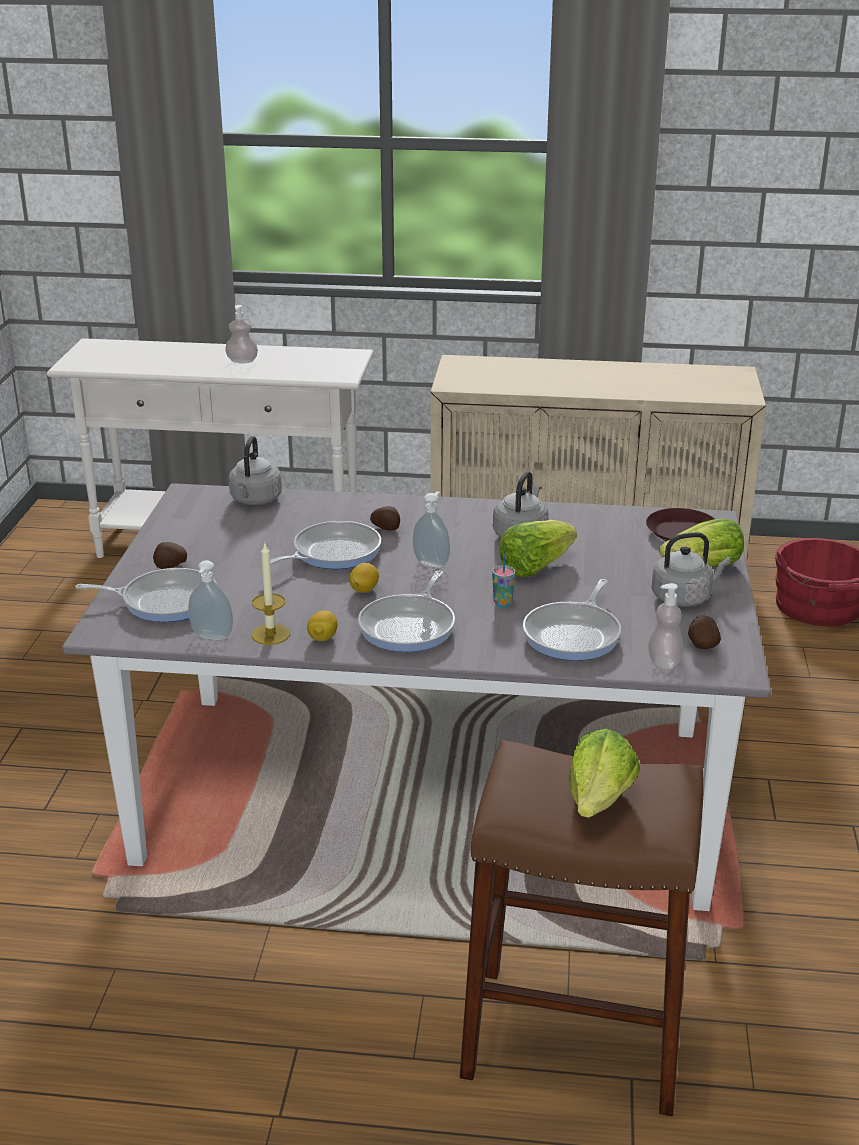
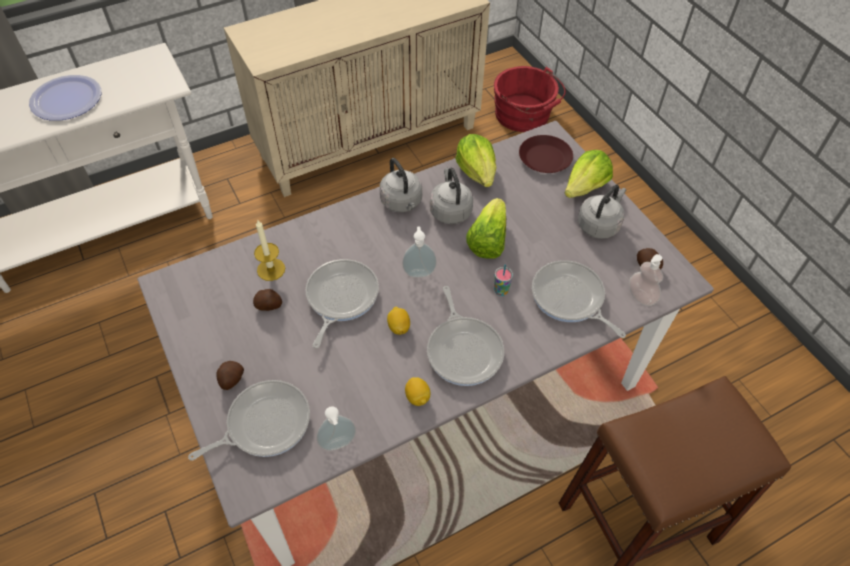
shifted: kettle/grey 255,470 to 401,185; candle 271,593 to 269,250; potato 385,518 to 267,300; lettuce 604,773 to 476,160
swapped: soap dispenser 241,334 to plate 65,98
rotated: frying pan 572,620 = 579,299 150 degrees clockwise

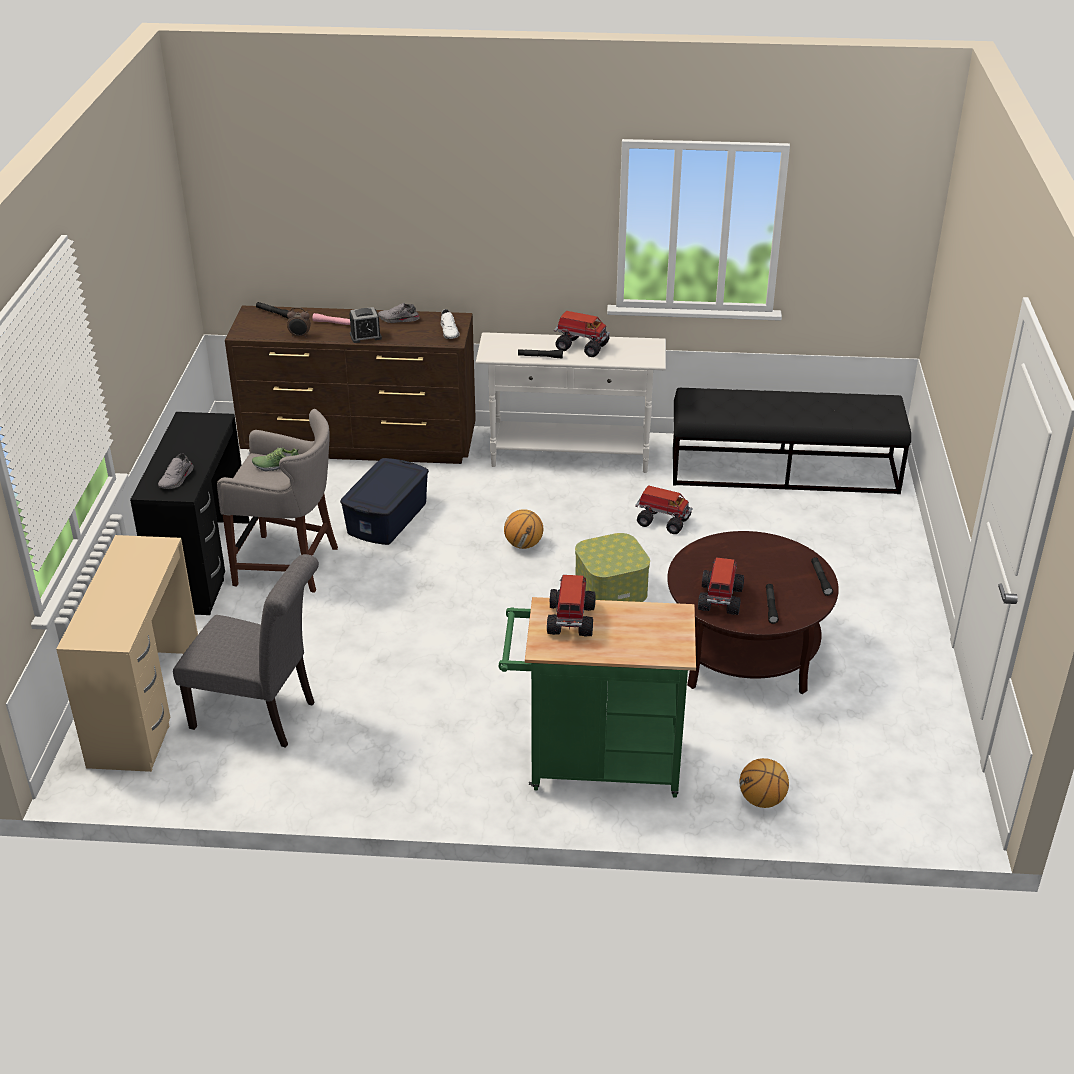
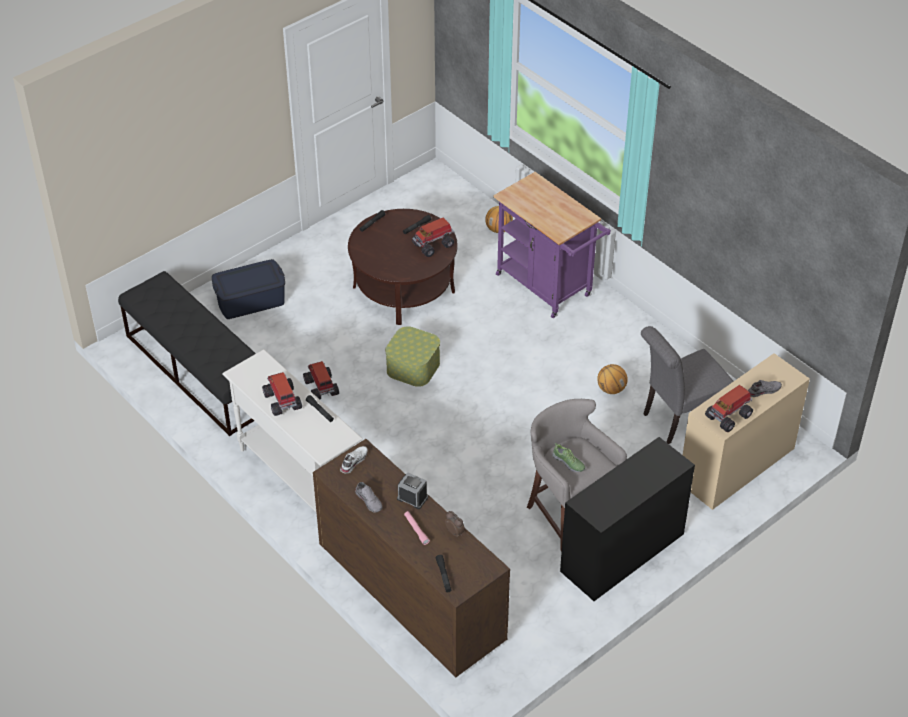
shifted: shoe/grey 175,471 to 765,388; storage box/blue 384,501 to 248,289; basketball 523,529 to 612,379; toy truck 571,606 to 729,408
repainted: cart/green 597,697 to cart/purple 552,245
rotated: chair/grey 246,651 = 687,385 90 degrees counterclockwise

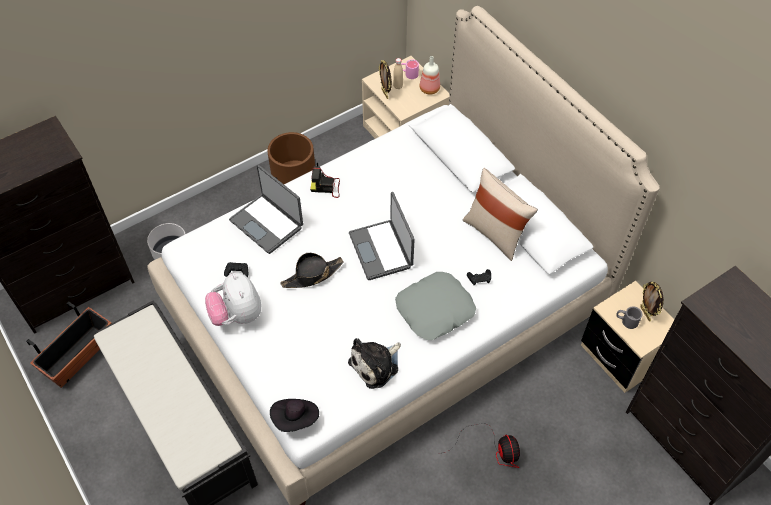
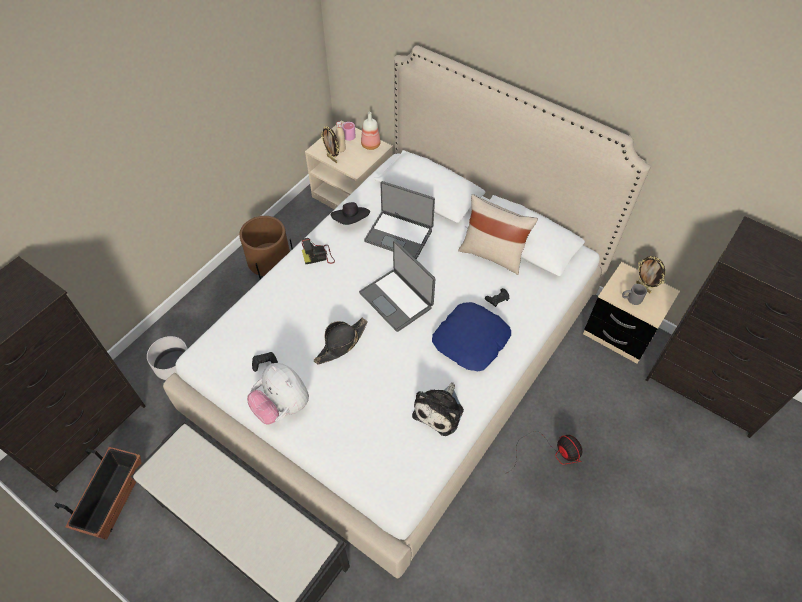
shifted: laptop 266,209 to 399,220; hat/black 294,415 to 350,213
repainted: pillow/grey 435,306 to pillow/blue 471,336

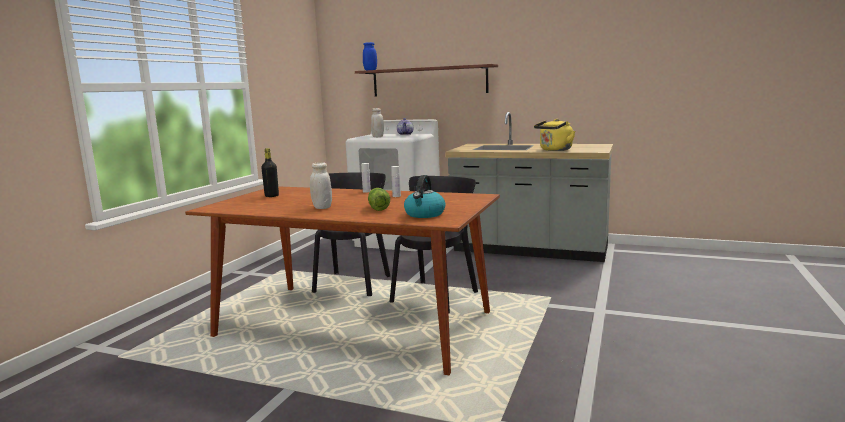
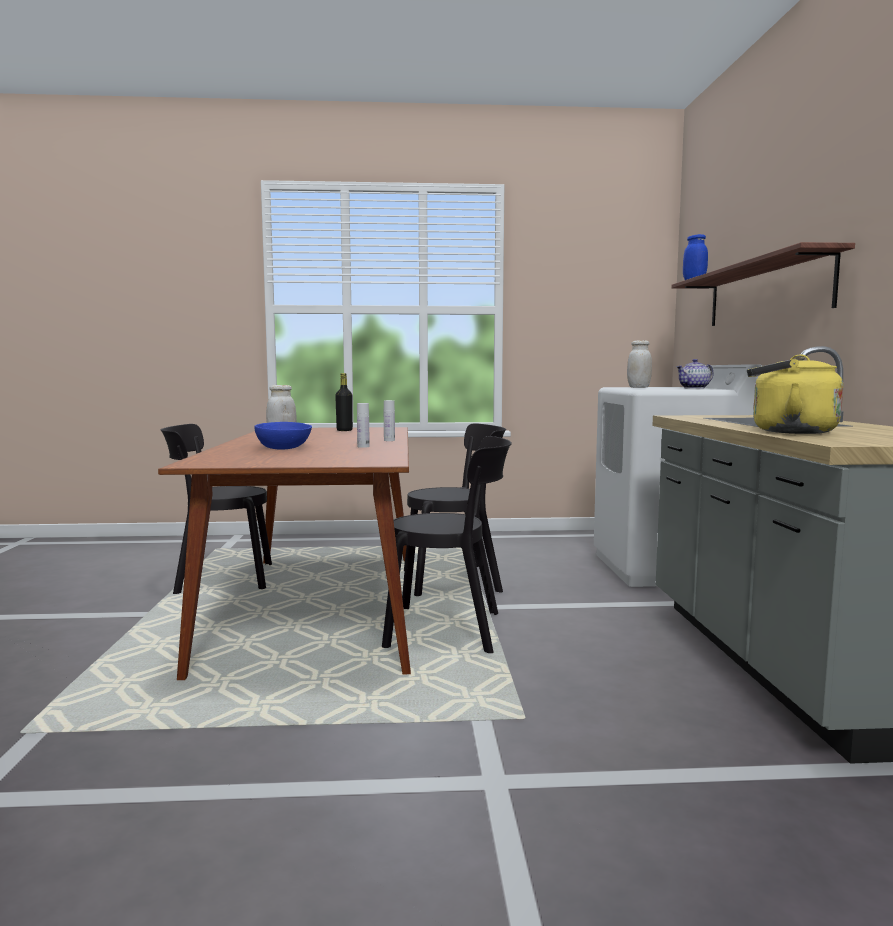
gone: kettle 424,196
new: chair/black 216,509
swapped: lettuce 379,199 to bowl/blue 283,435

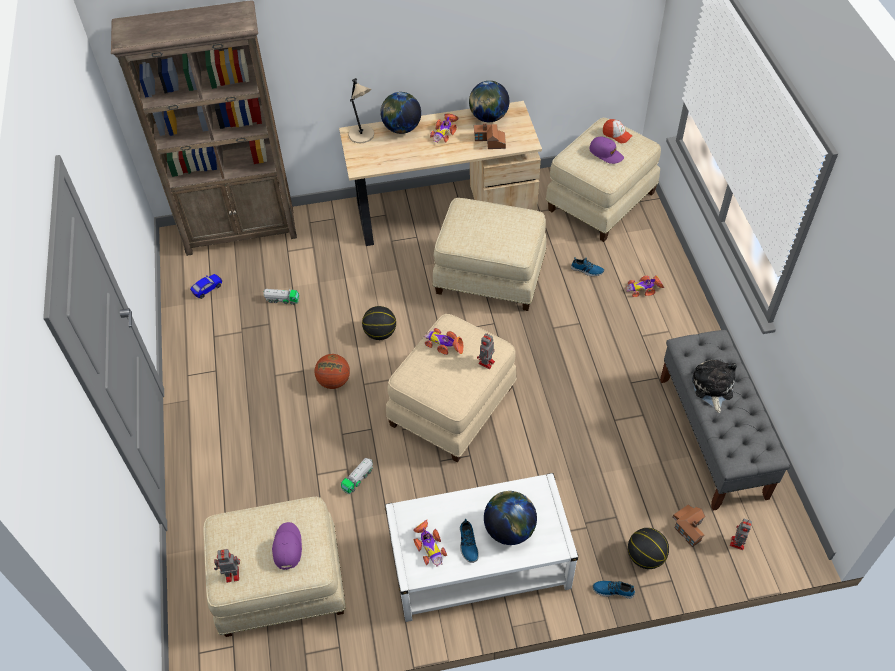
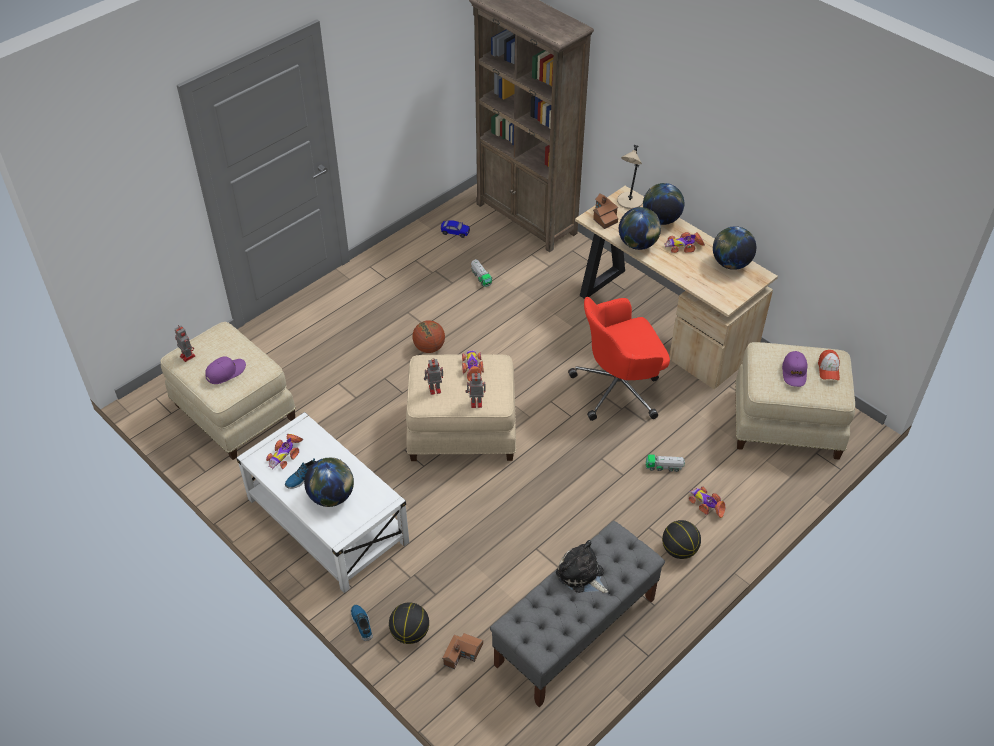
gone: shoe 587,266
new: globe 640,228
shifted: toy truck 357,476 to 665,463; basketball 379,323 to 681,539; toy house 490,136 to 606,211; toy robot 741,534 to 433,376
swapped: ottoman/beige 489,254 to office chair/red 619,359
rotated: plush toy 714,386 = 582,566 105 degrees counterclockwise

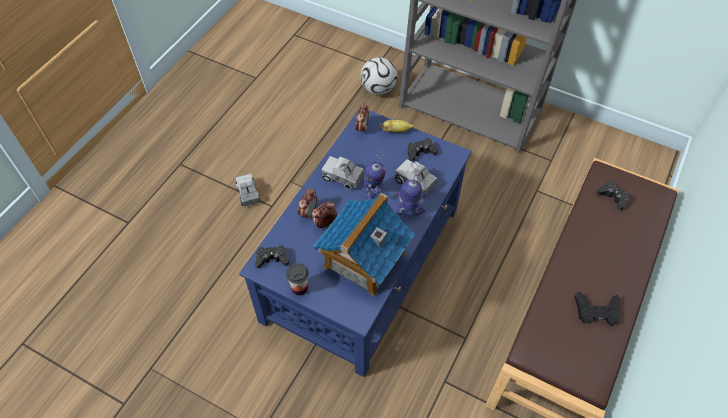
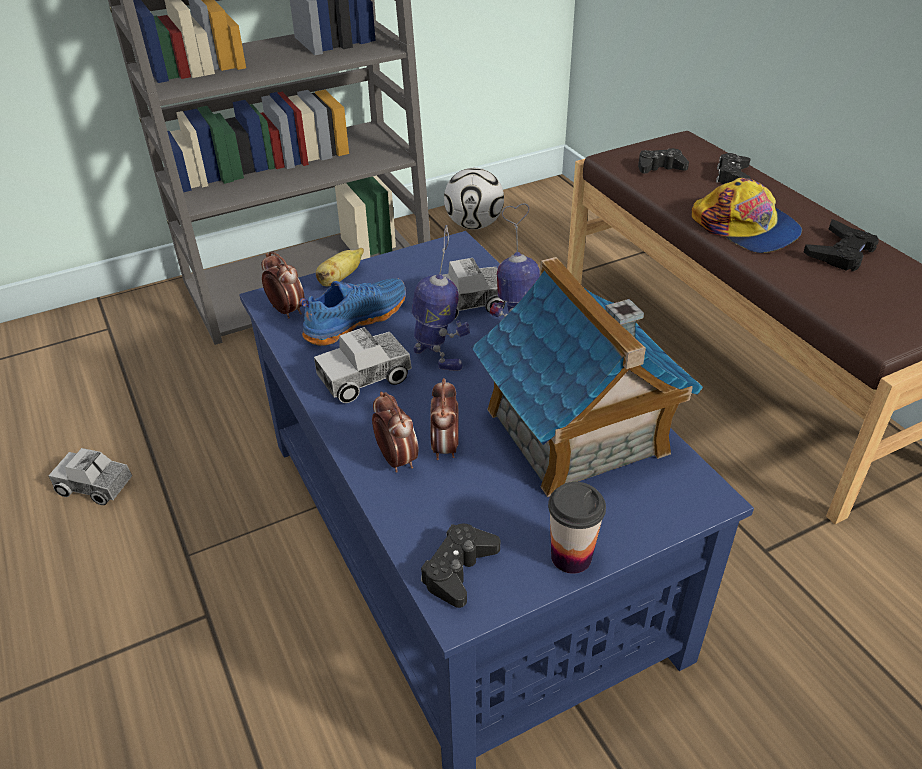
new: shoe/blue 352,312; cap 747,215
shifted: toy truck 248,190 to 90,476; football 378,76 to 474,198; game controller/black 423,149 to 733,168

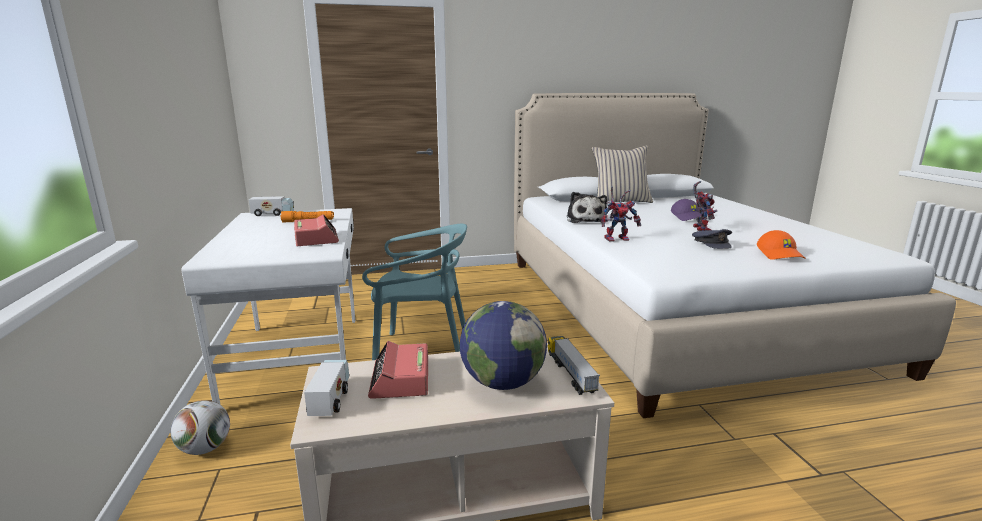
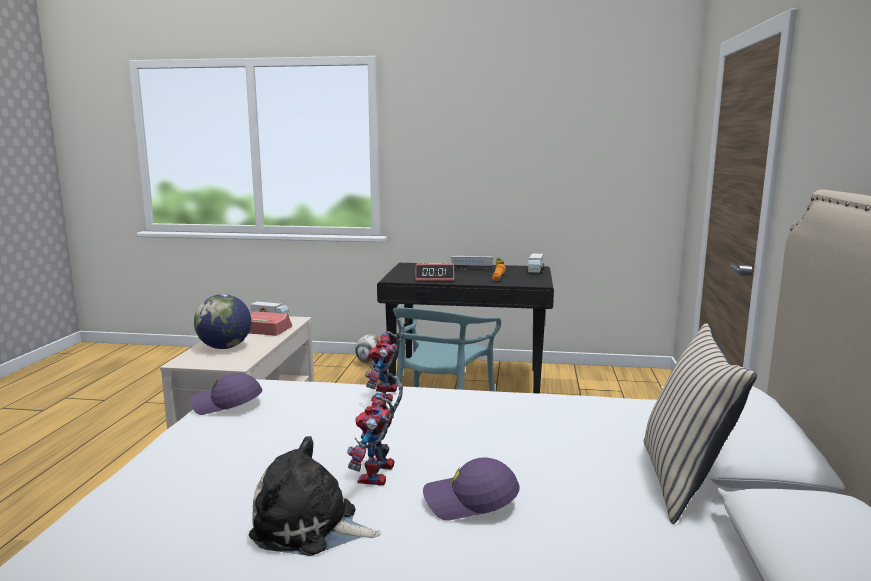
gone: cap/grey 712,239; cap/orange 781,245
new: cap/purple 226,394
shifted: toy truck 573,365 to 477,263; plush toy 587,207 to 315,496
repainted: desk/white 268,306 to desk/black 465,328
rotated: toy robot 705,206 = 375,431 75 degrees clockwise

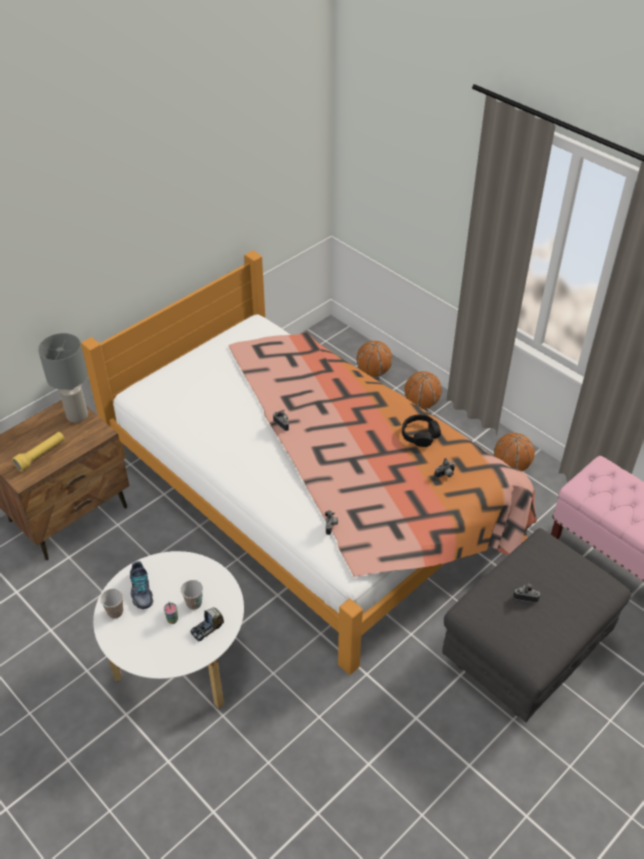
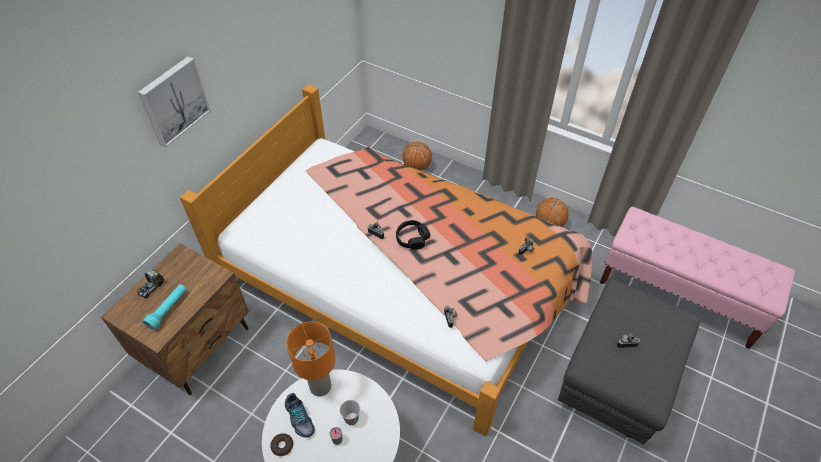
gone: table lamp/grey 63,378; basketball 423,390
new: picture 174,102; table lamp/orange 310,359
shifted: toy truck 207,624 to 150,284; headphones/black 421,430 to 413,235
swapped: cup 111,603 to donut 281,444
repainted: flashlight/yellow 38,452 to flashlight/turquoise 164,307

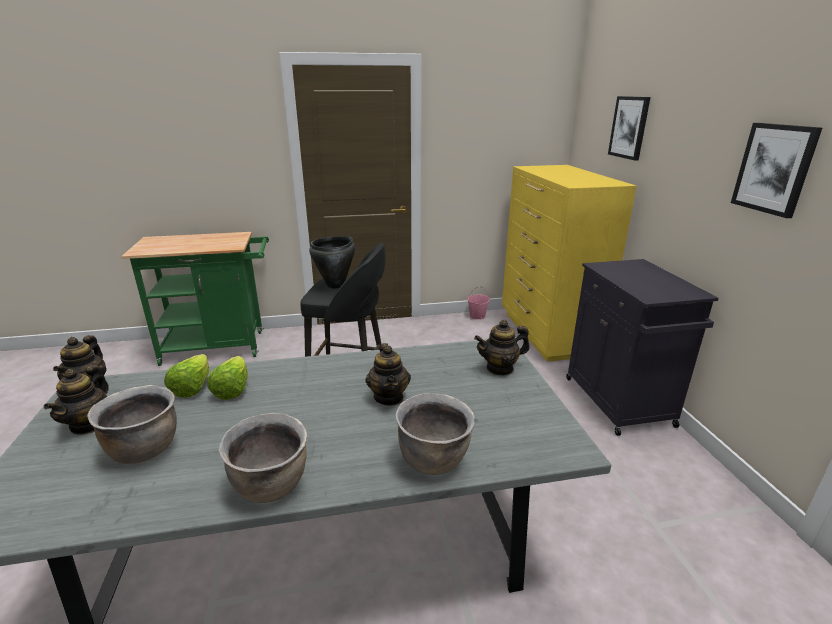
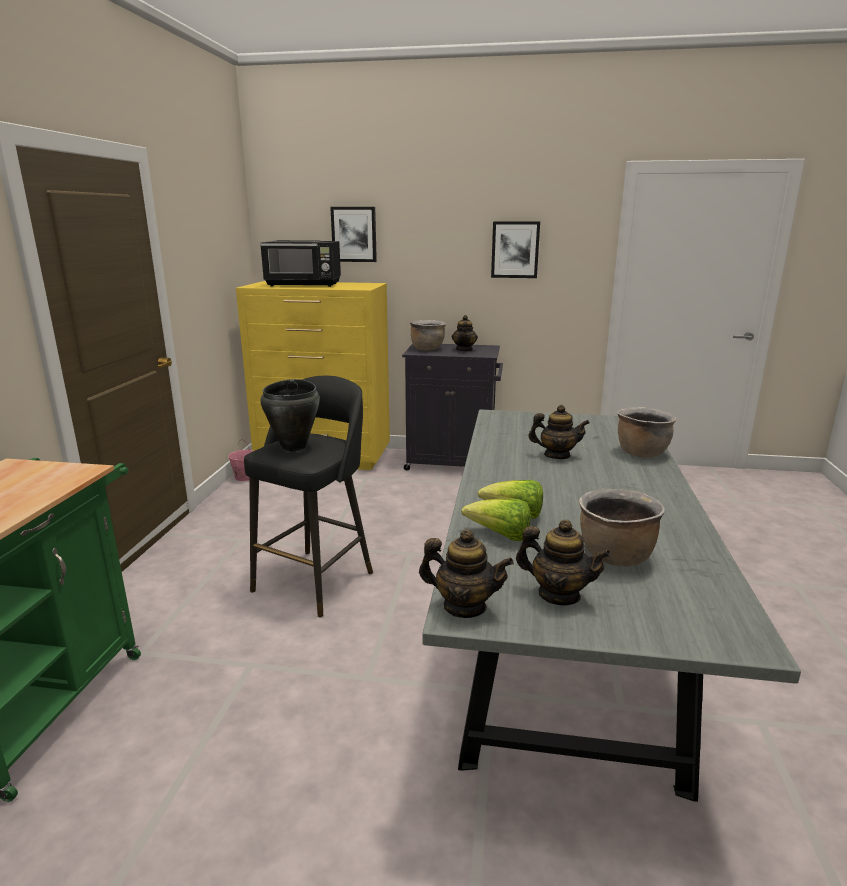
new: microwave/black 300,263
shifted: cooking pot/brown 262,458 to 428,335; teapot 502,348 to 465,333

